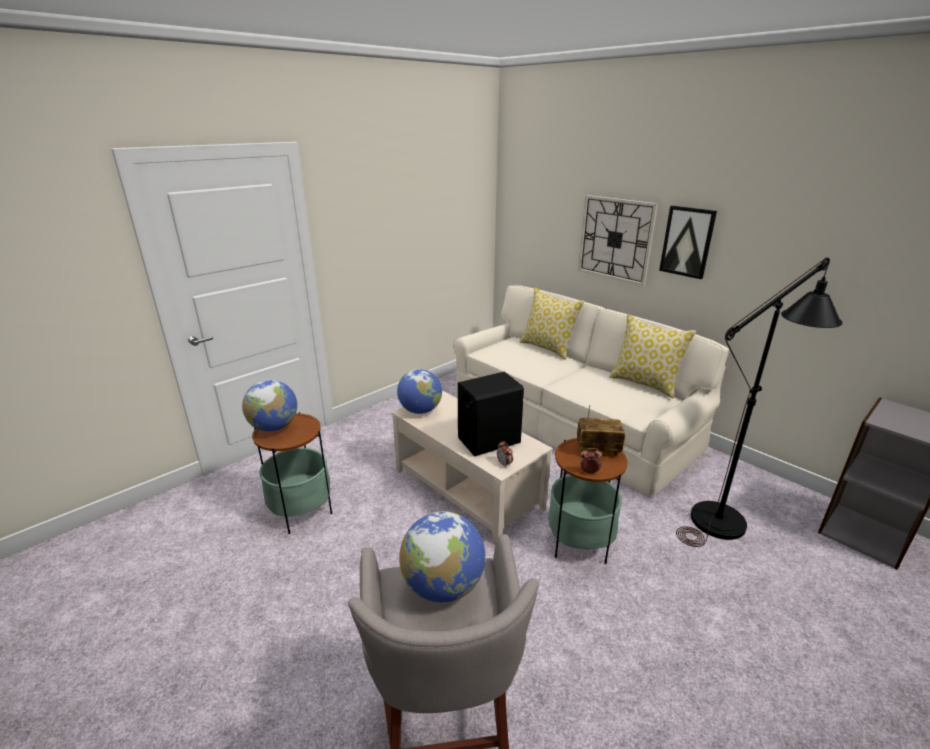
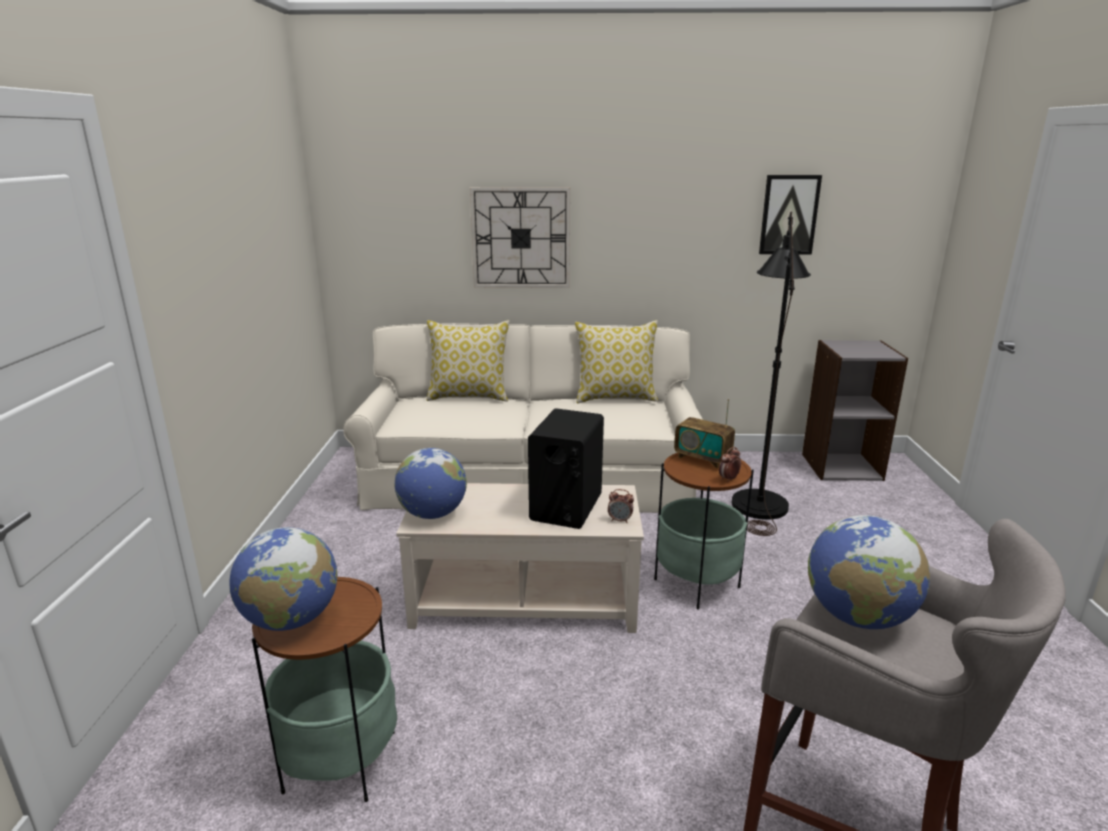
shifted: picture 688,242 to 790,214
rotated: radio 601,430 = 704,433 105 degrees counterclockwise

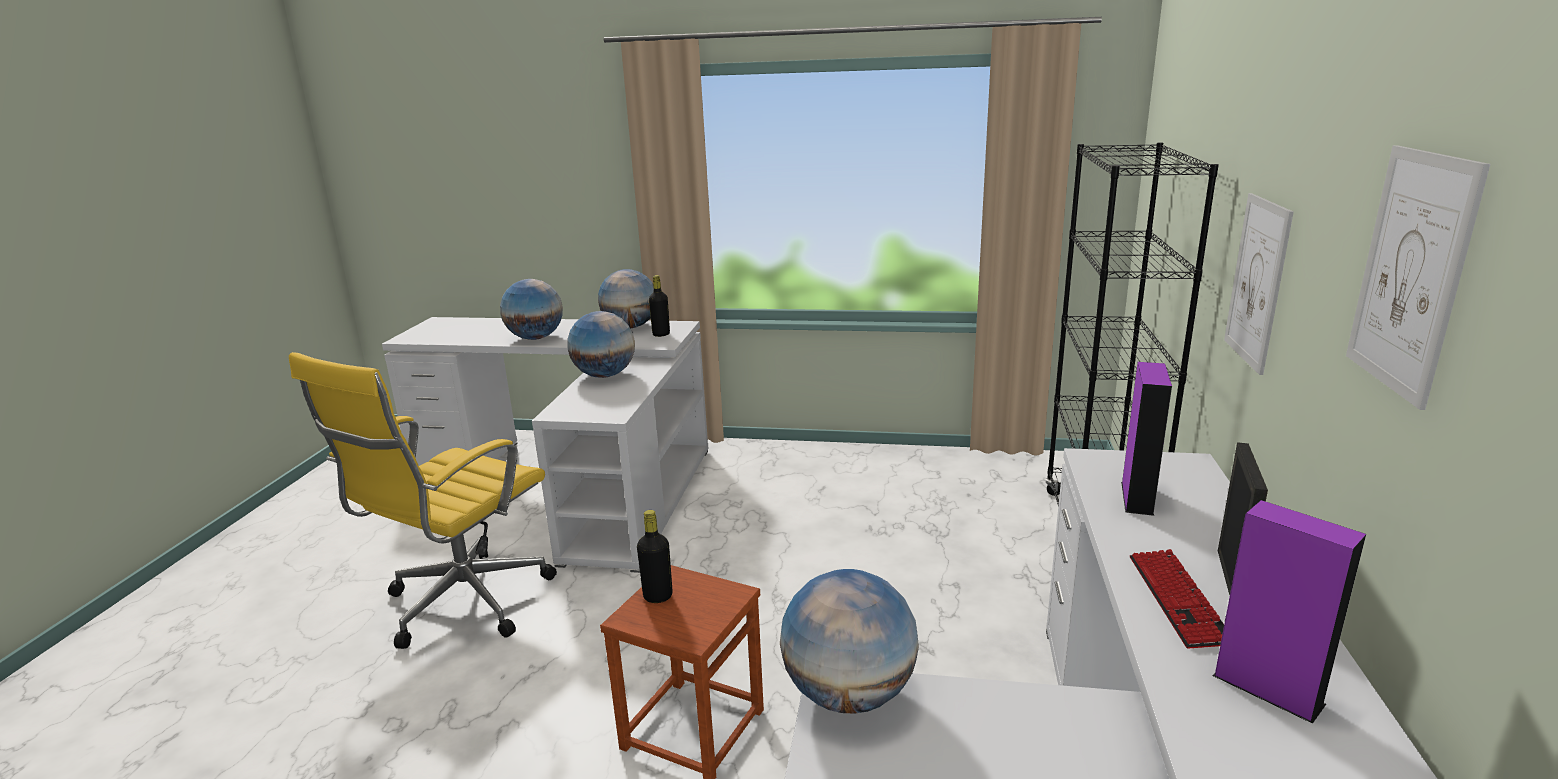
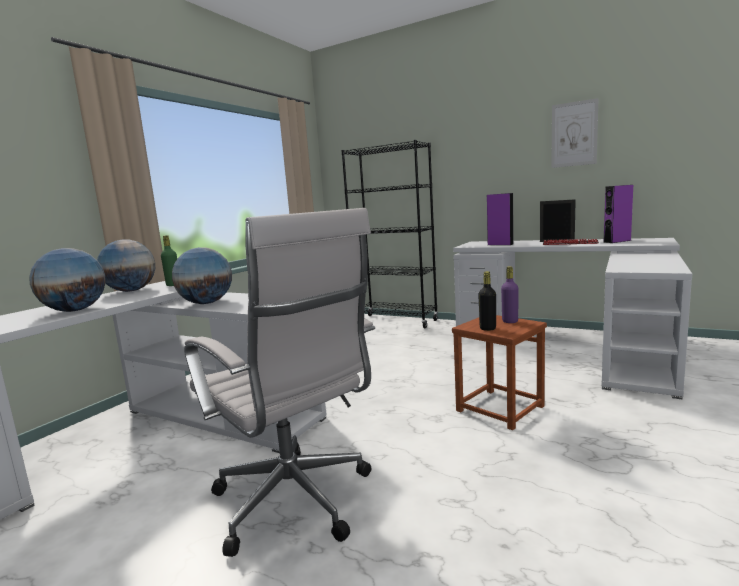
gone: globe 849,641; picture 1259,284
new: bottle/purple 510,294
repainted: office chair/yellow 423,500 to office chair/white 279,382; bottle/black 659,306 to bottle/green 169,260

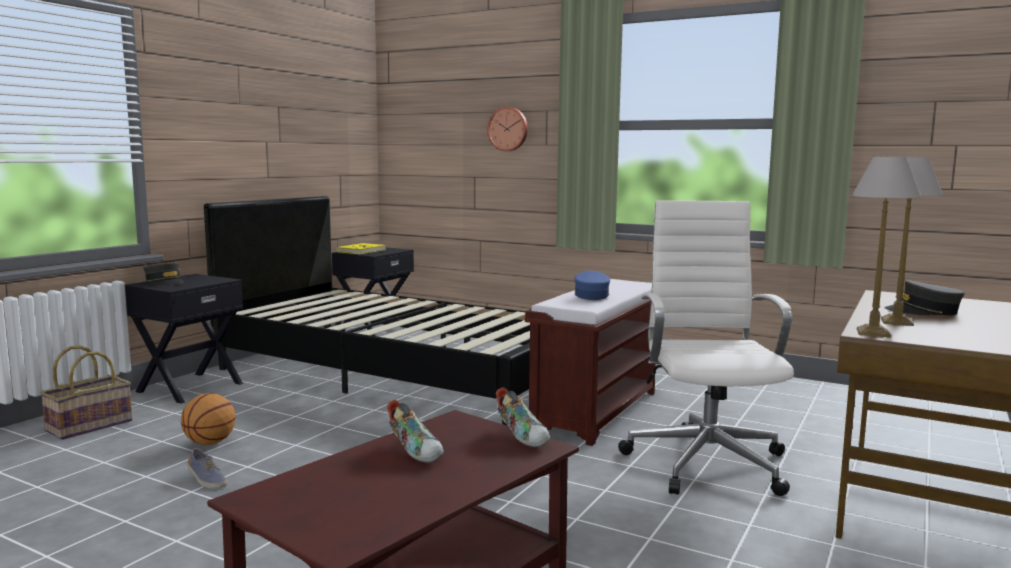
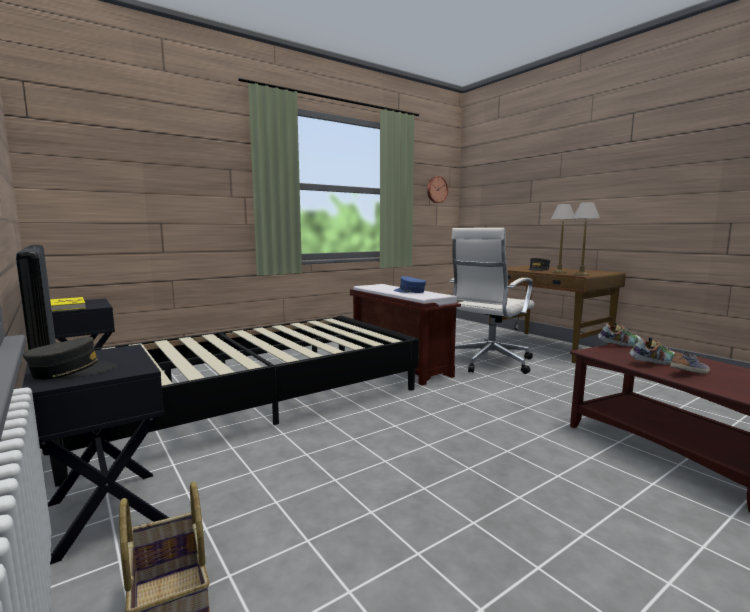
gone: basketball 208,419
shifted: shoe 207,468 to 690,363; wall clock 507,129 to 437,189
rotated: office chair/white 706,348 = 492,301 75 degrees counterclockwise

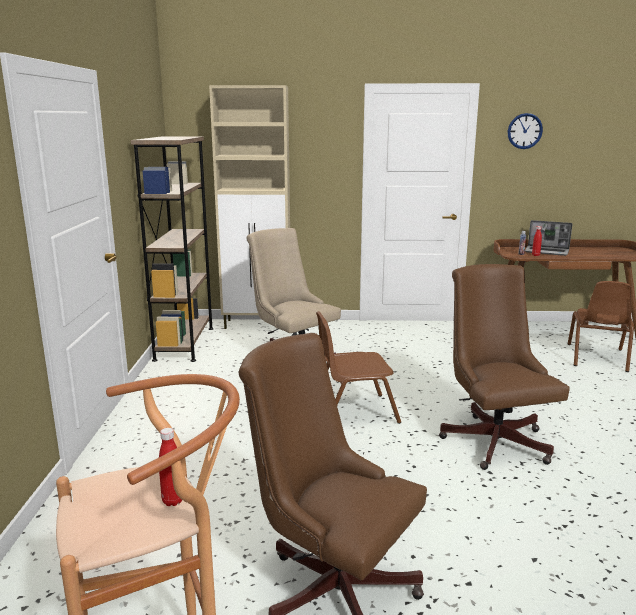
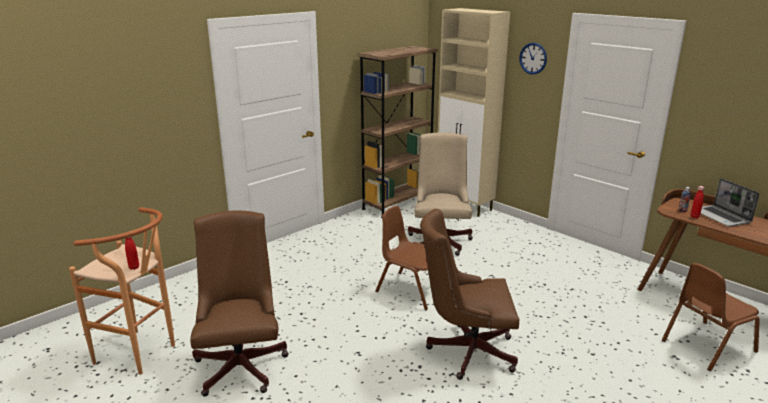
shifted: wall clock 525,131 to 533,58
rotated: office chair/brown 504,367 = 469,294 120 degrees counterclockwise

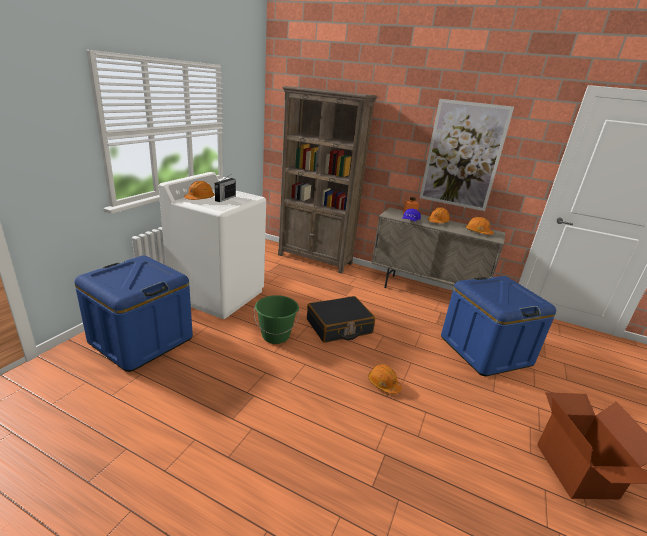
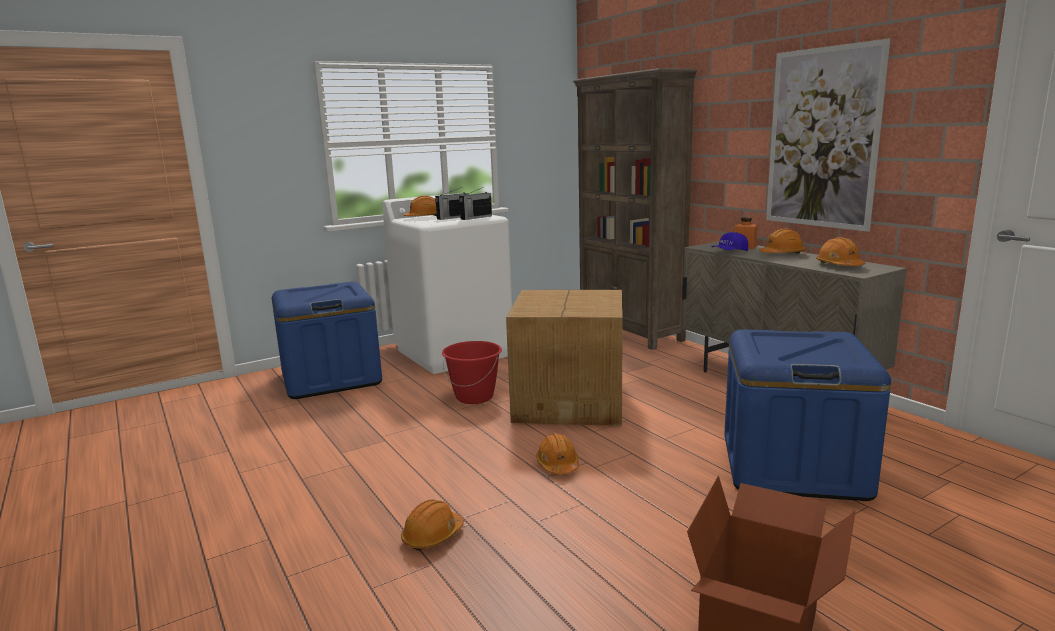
new: hard hat/orange 432,525; radio 475,203
swapped: suitcase/black 341,319 to cardboard box 564,358
repainted: bucket/green 277,319 to bucket/red 472,372

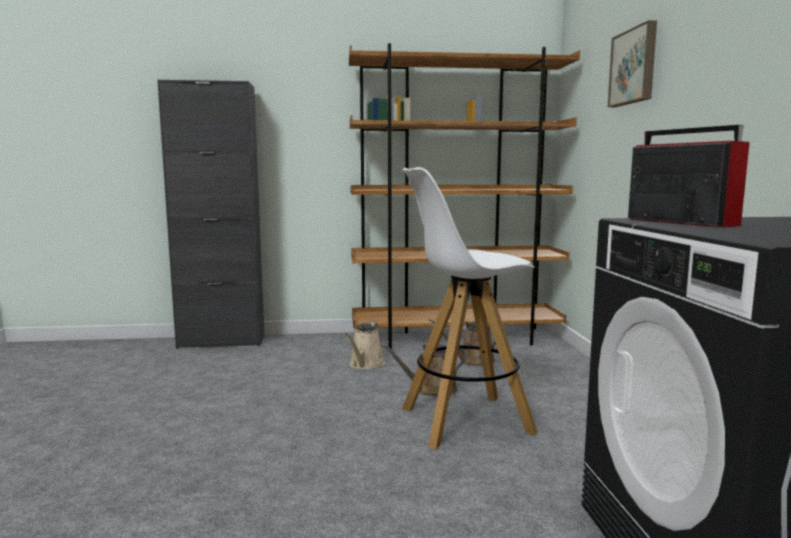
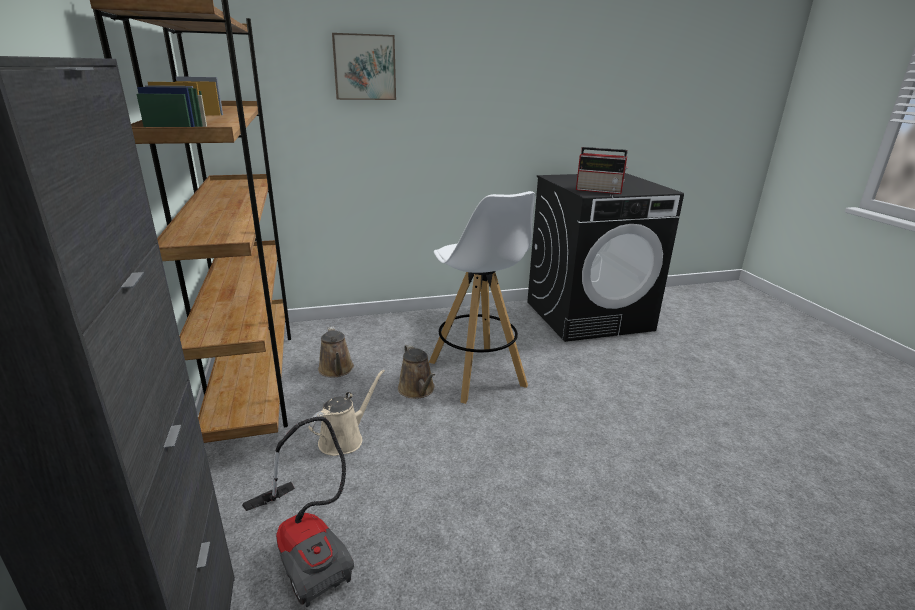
new: vacuum cleaner 298,512
rotated: watering can/beige 365,345 = 346,412 60 degrees counterclockwise; radio 688,176 = 602,170 120 degrees counterclockwise

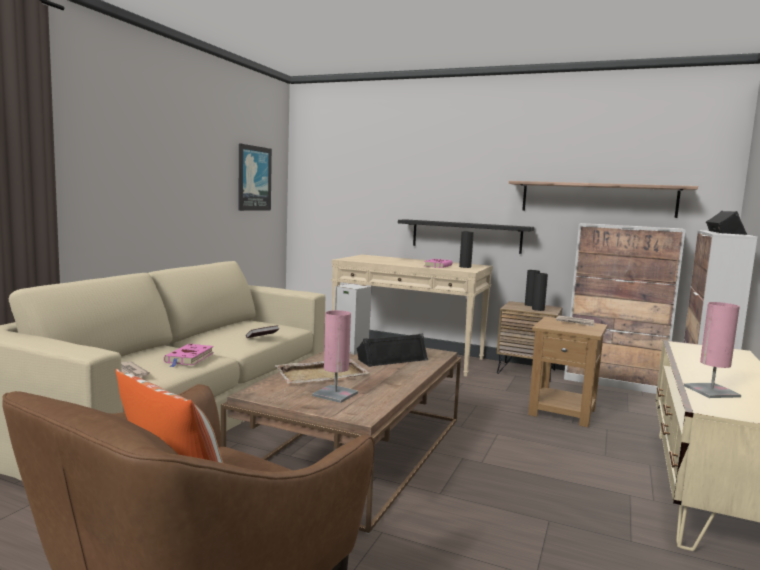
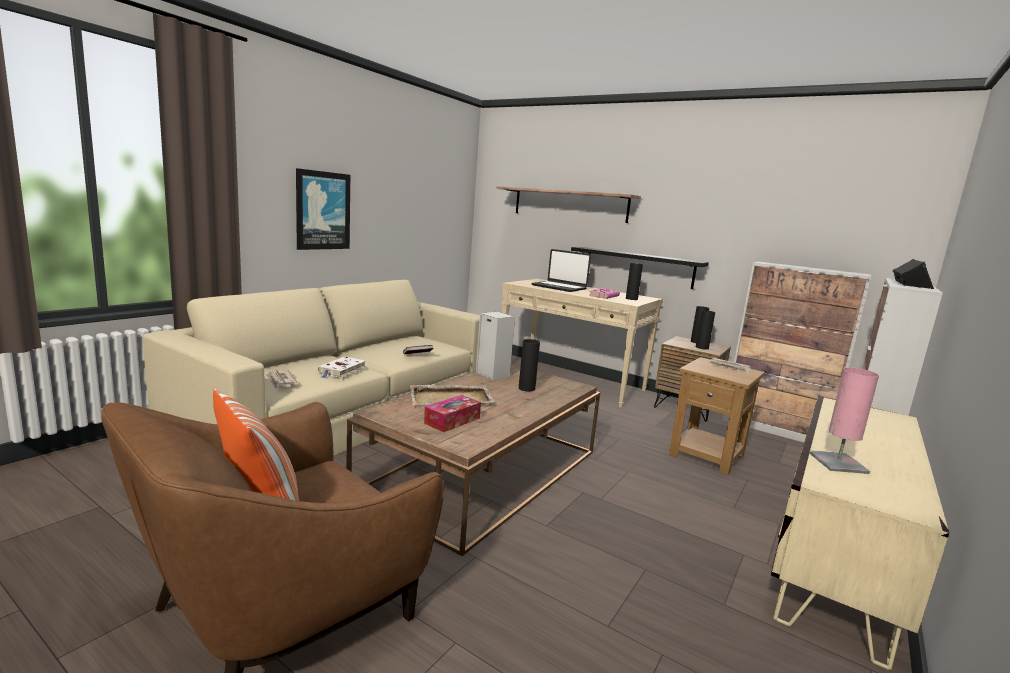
new: laptop 561,270
shifted: picture 255,177 to 323,209; shelf 603,199 to 568,204
swapped: table lamp/pink 335,356 to tissue box 452,413; speaker/black 392,350 to vase/black 529,365
repainted: book/pink 189,355 to book/white 341,367

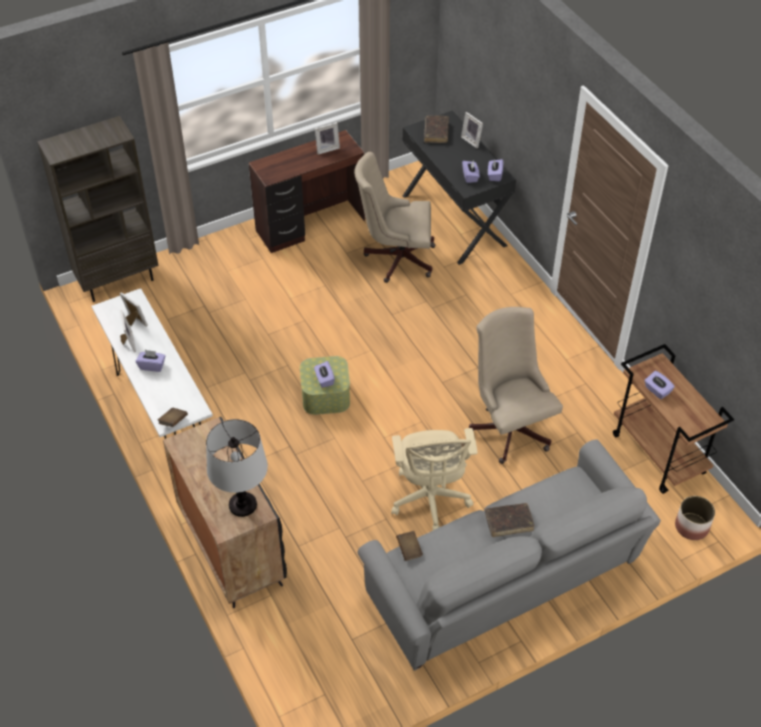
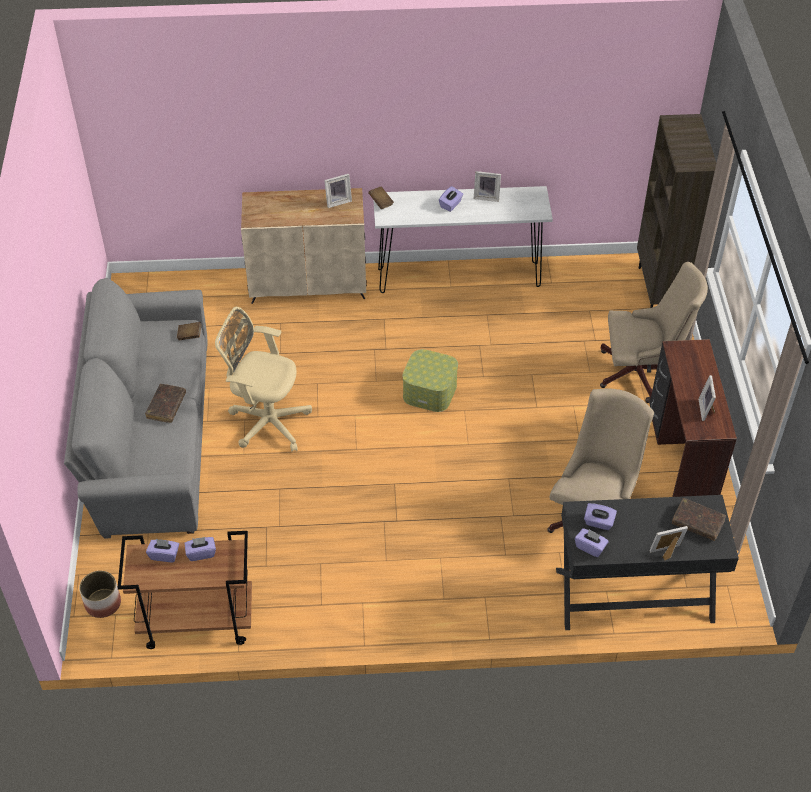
gone: table lamp 237,468
shifted: picture frame 134,309 to 338,191; tissue box/purple 324,374 to 162,550; office chair/beige 516,385 to 654,332
repainted: cabinet/black 225,512 to cabinet/beige 304,246

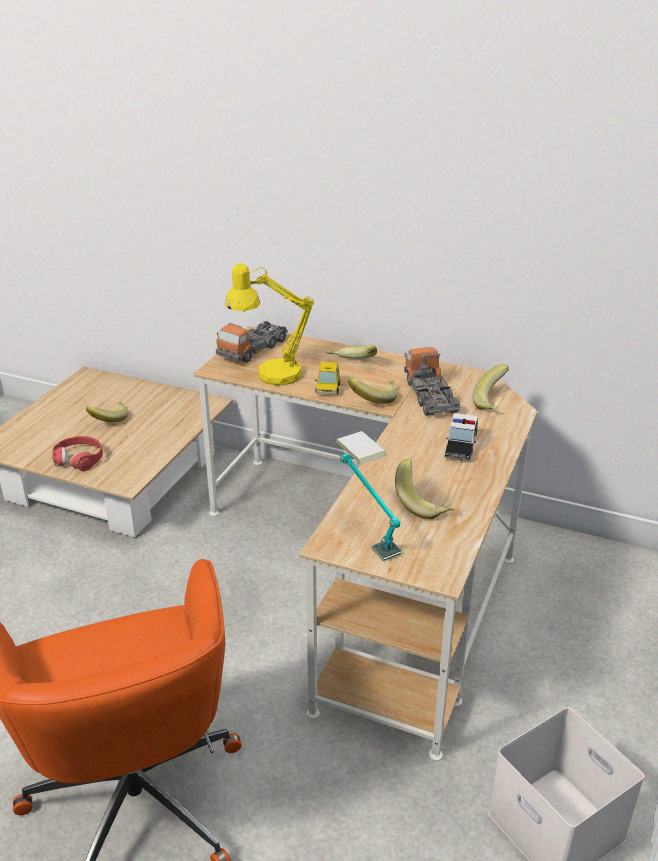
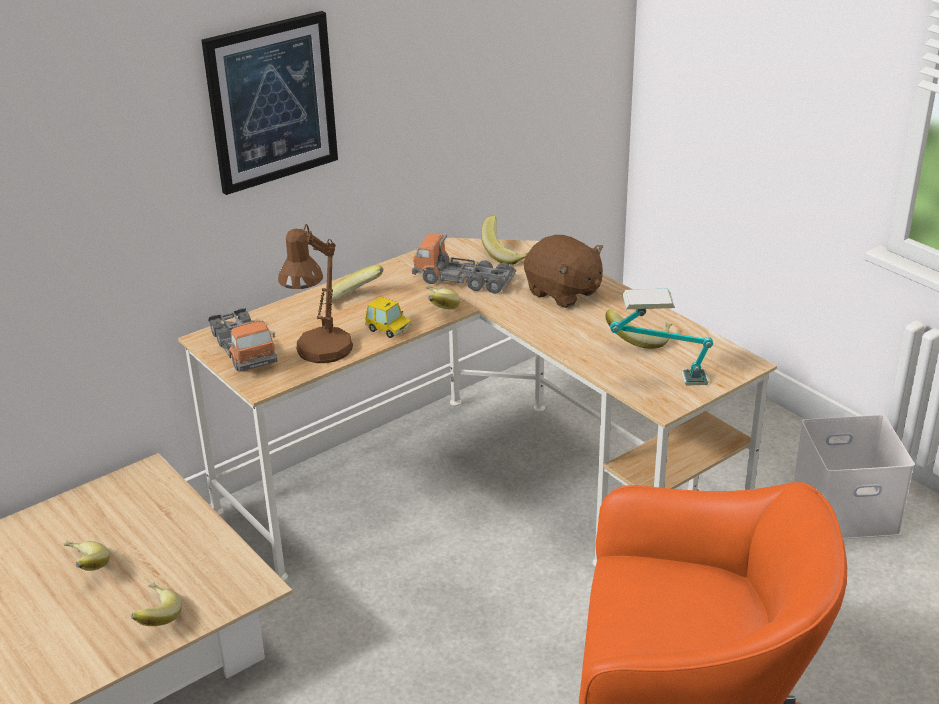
new: picture 269,103
swapped: headphones/red 77,453 to banana 156,604; toy car 461,437 to plush toy/brown 563,271
repainted: table lamp/yellow 269,324 to table lamp/brown 315,293

